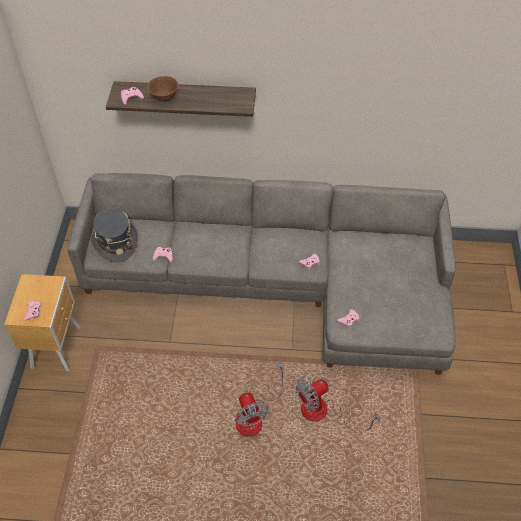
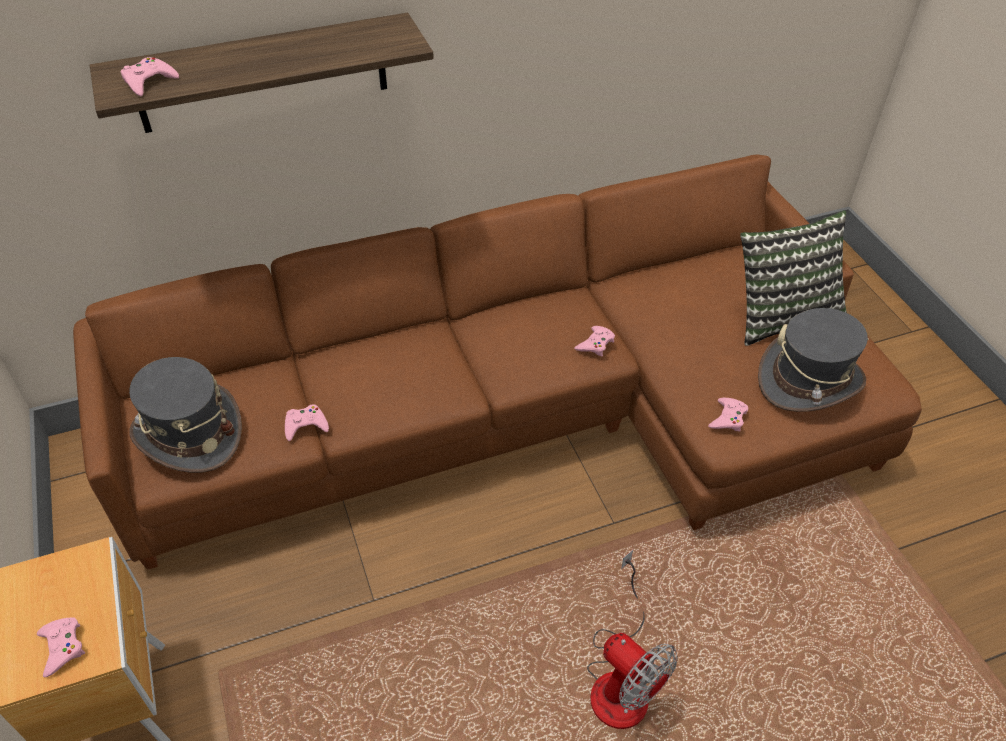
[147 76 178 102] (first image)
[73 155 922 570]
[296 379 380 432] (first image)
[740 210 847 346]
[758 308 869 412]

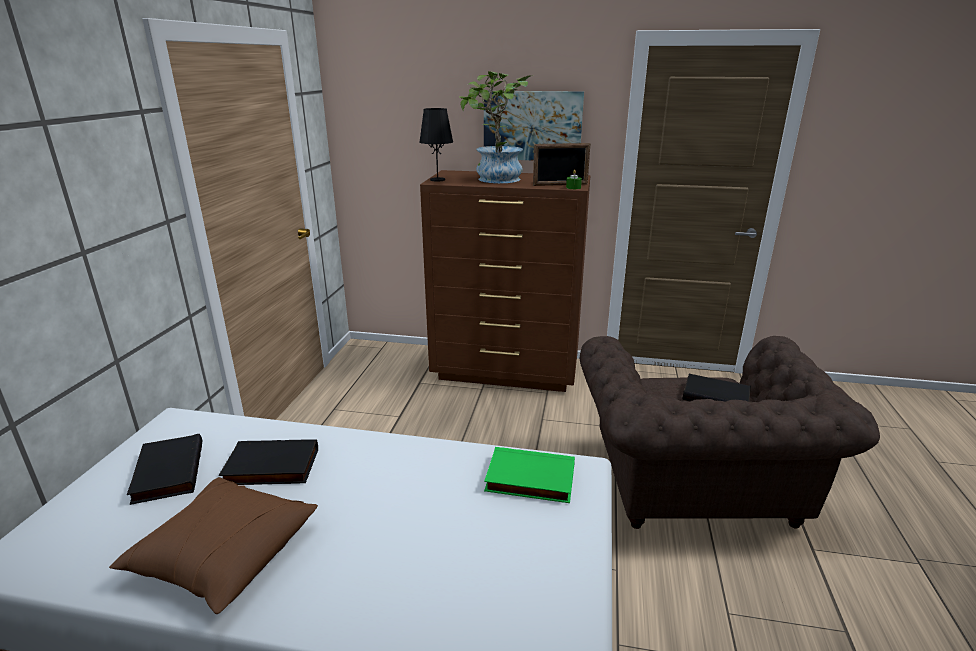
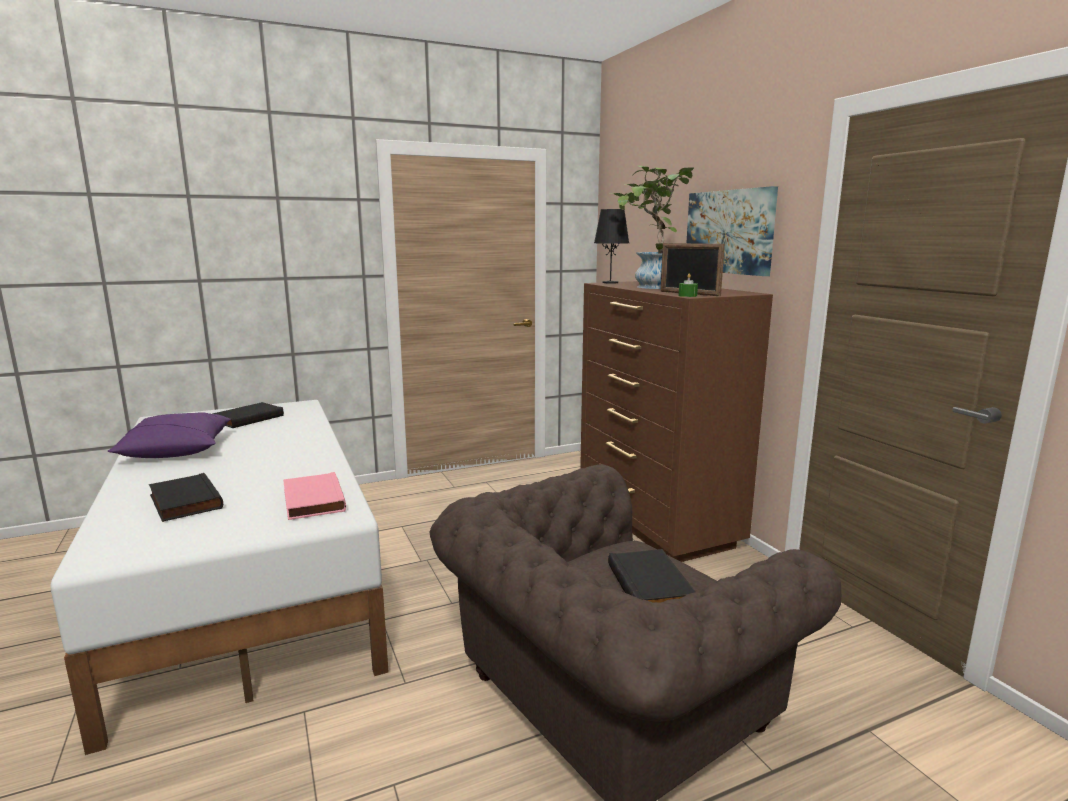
[149 473 223 522]
[283 472 346 520]
[108 413 231 458]

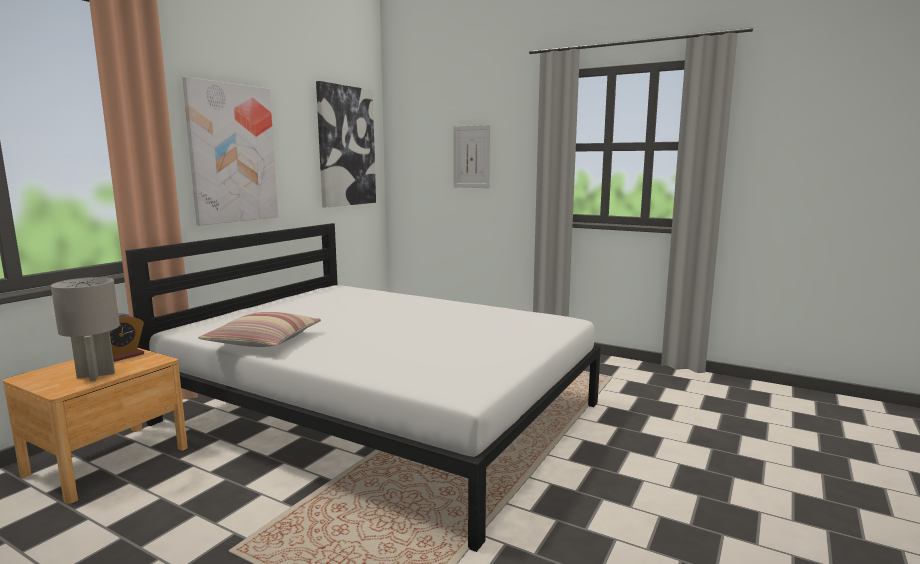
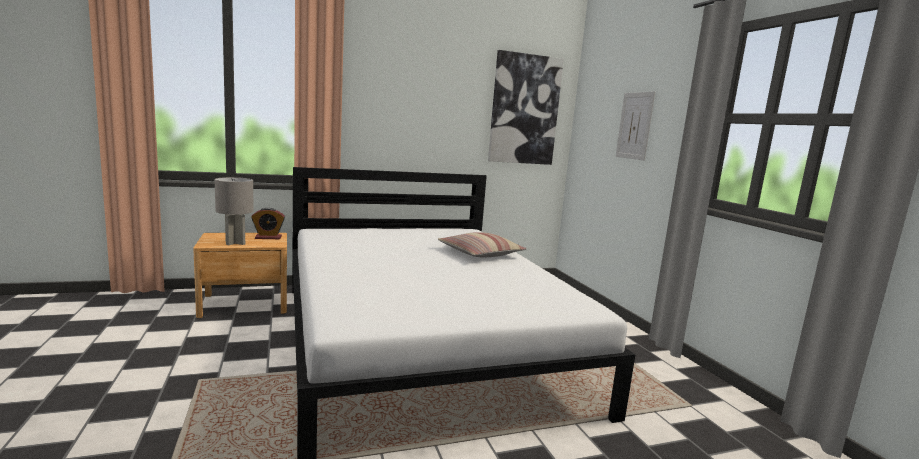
[182 77 278 225] (first image)
[438 232 526 258]

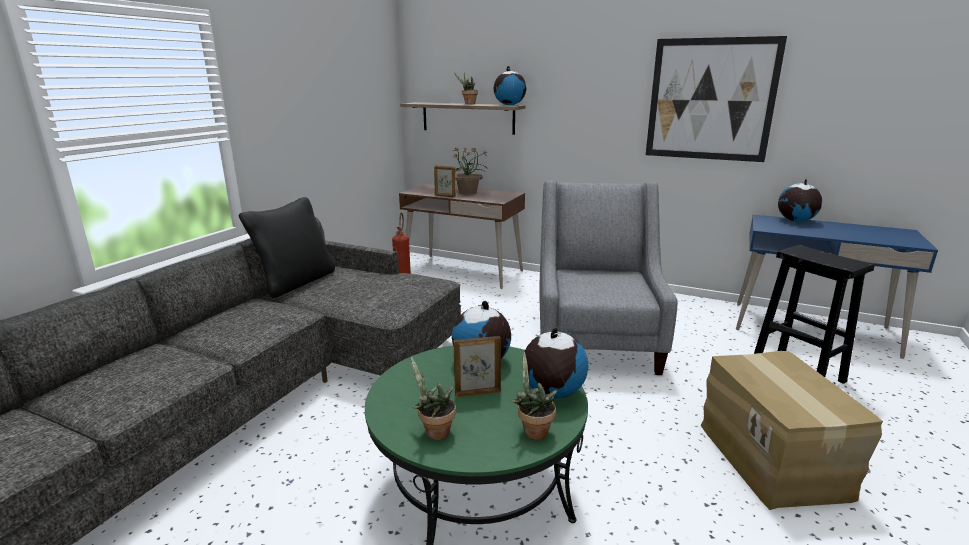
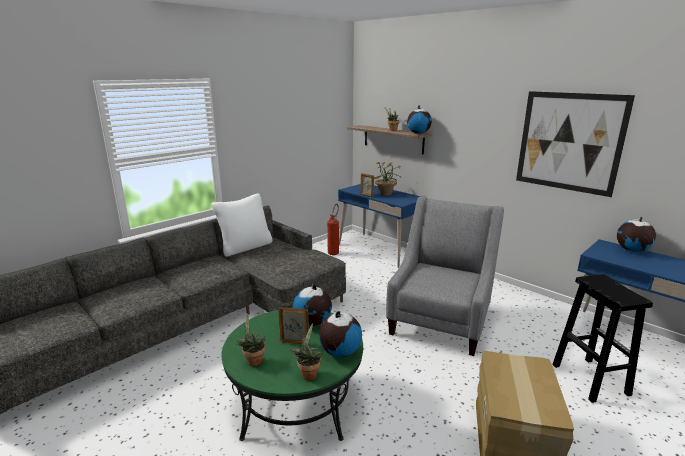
[338 184 428 268]
[211 194 272 257]

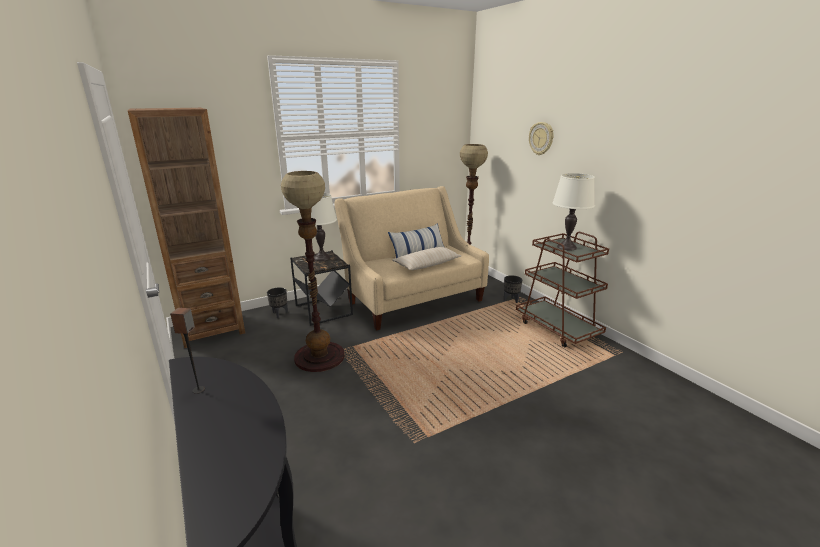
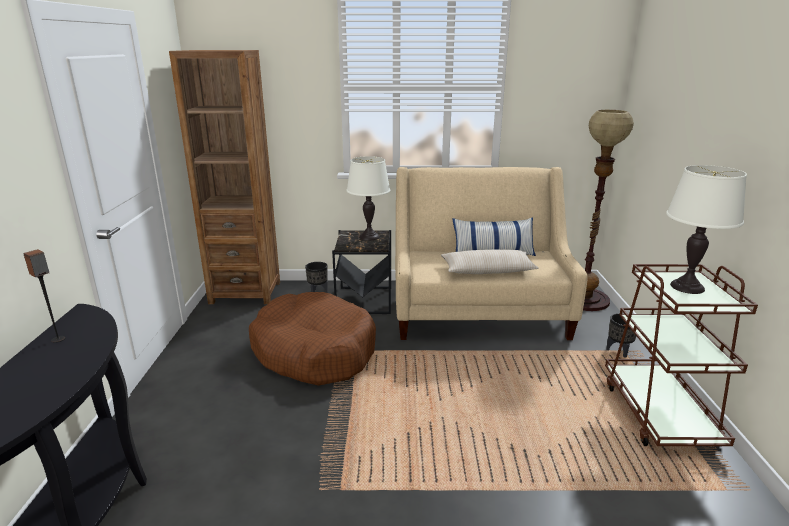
[529 122 554 155] (first image)
[249 292 376 386]

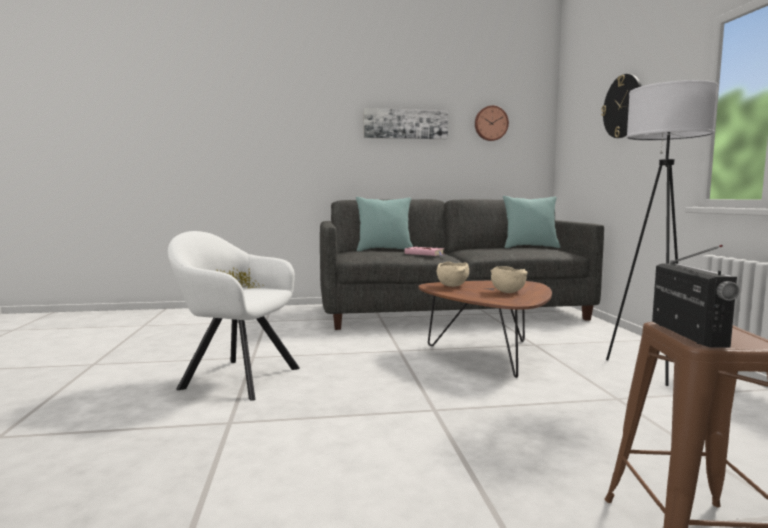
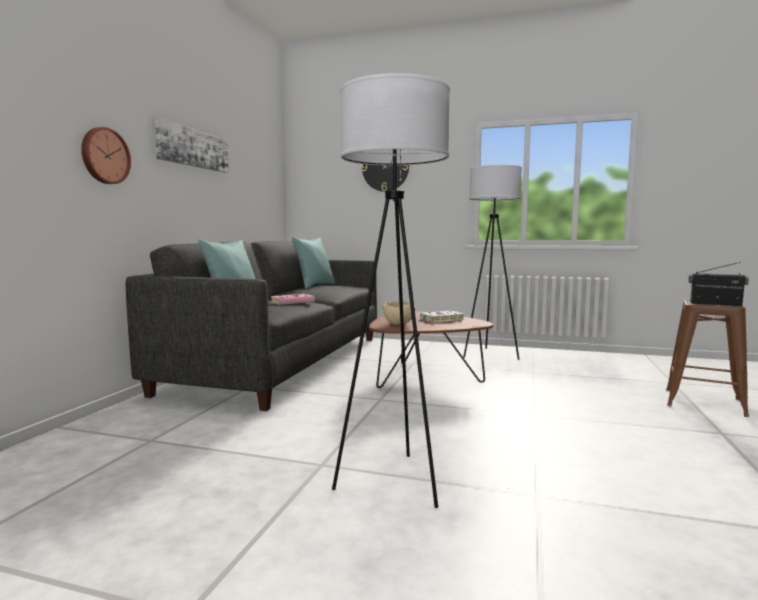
[81 127 131 184]
[332 73 450 508]
[419 311 464 323]

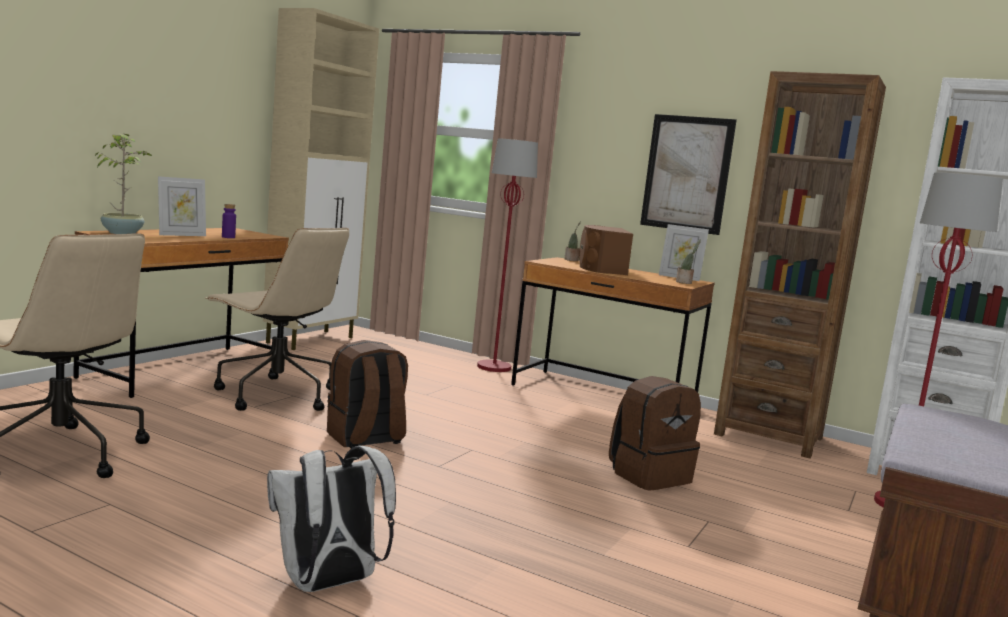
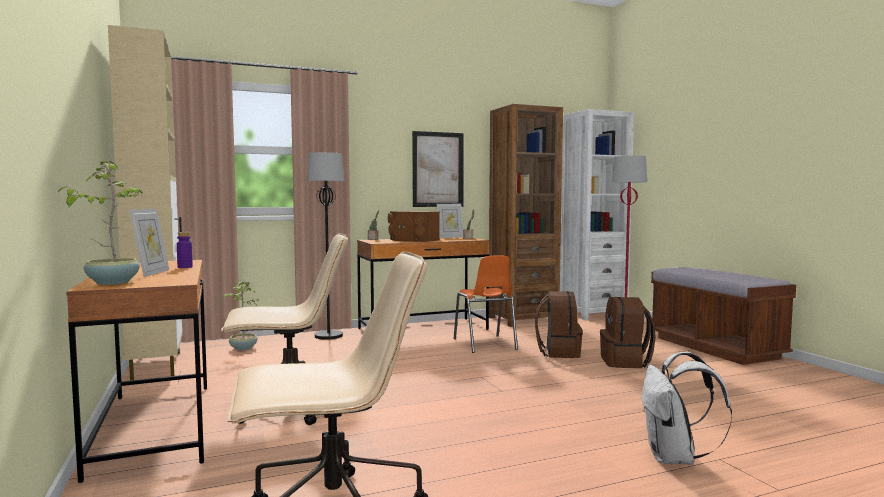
[307 152 344 340]
[600 297 656 368]
[454 255 518 353]
[222 282 259 351]

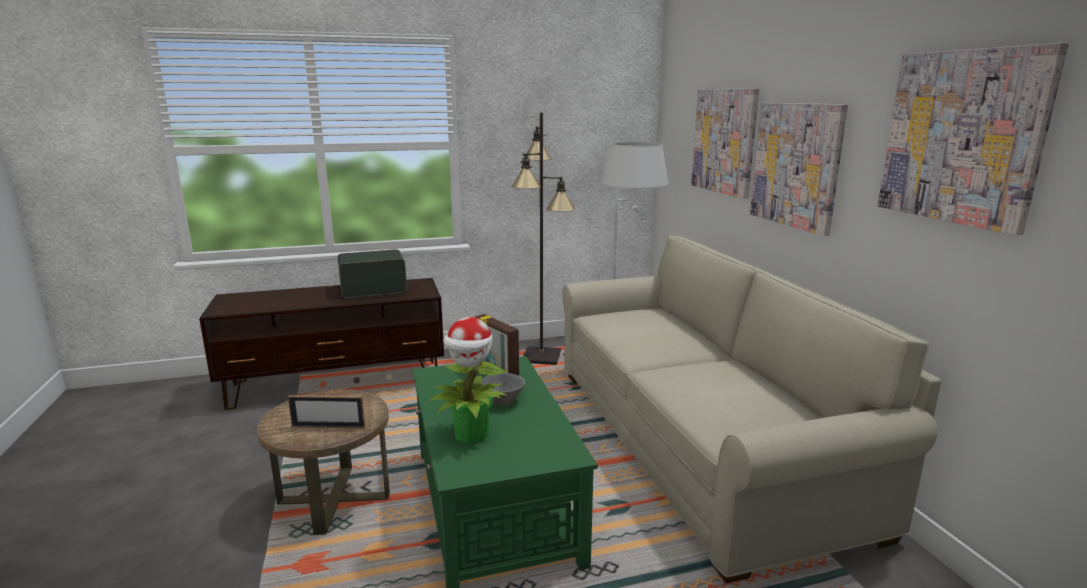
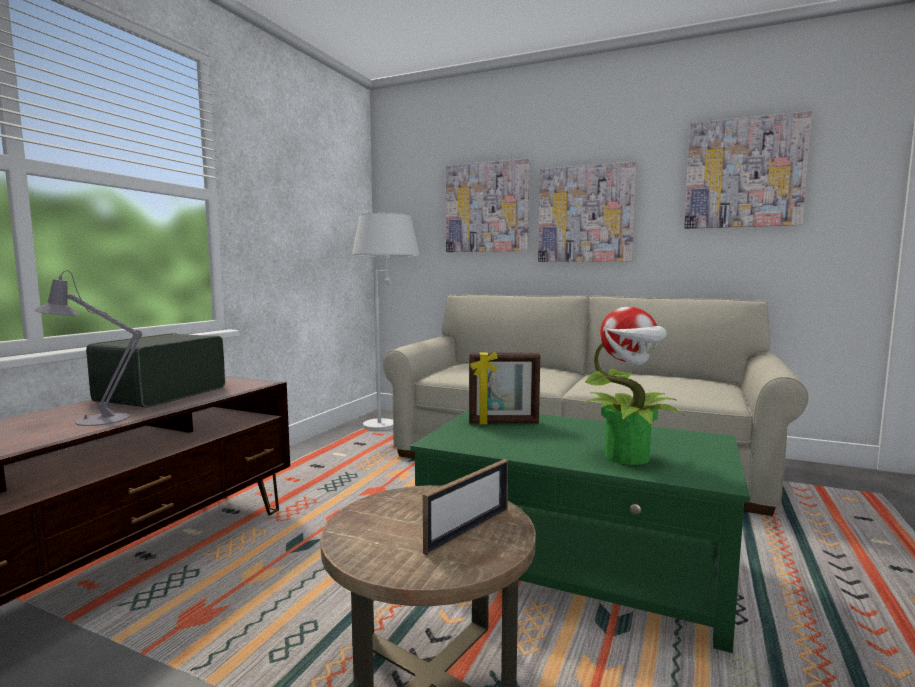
[511 112 575 365] (first image)
[482 373 525 406] (first image)
[34 270 142 426]

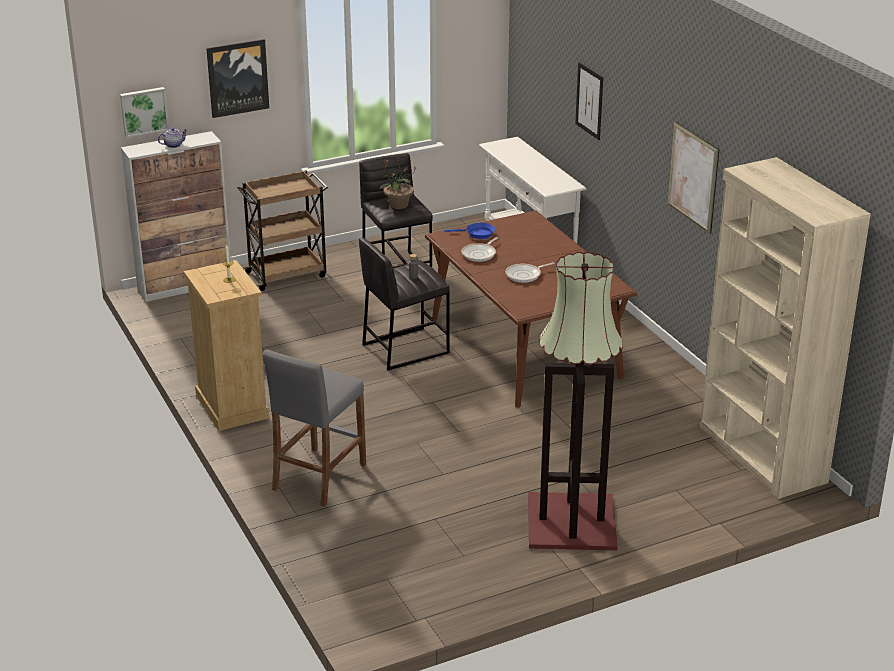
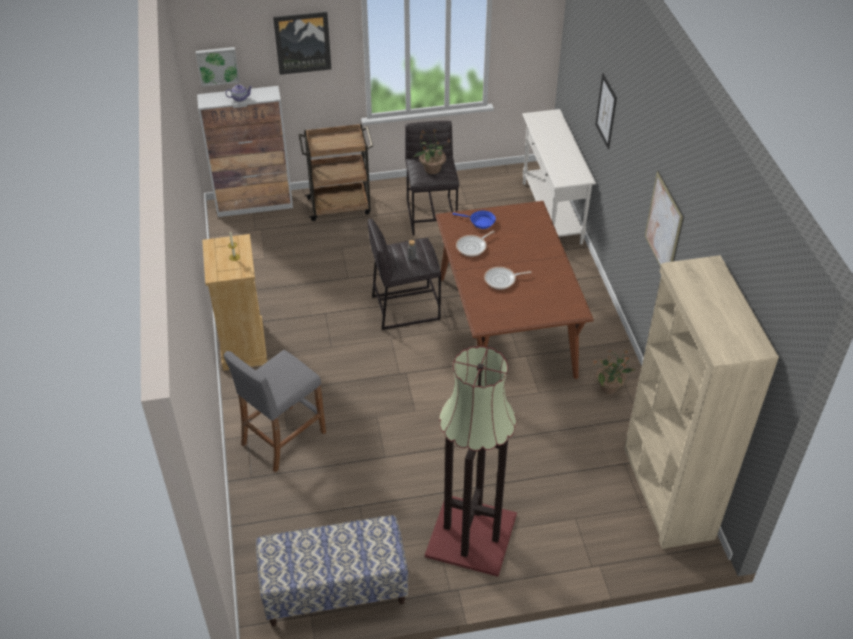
[593 350 635 394]
[256 515 408 626]

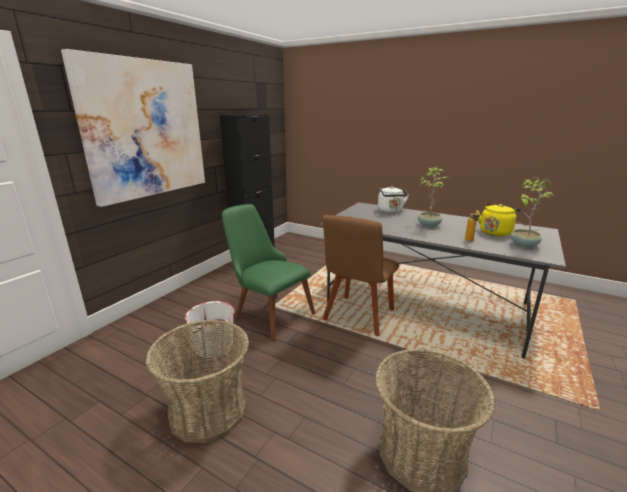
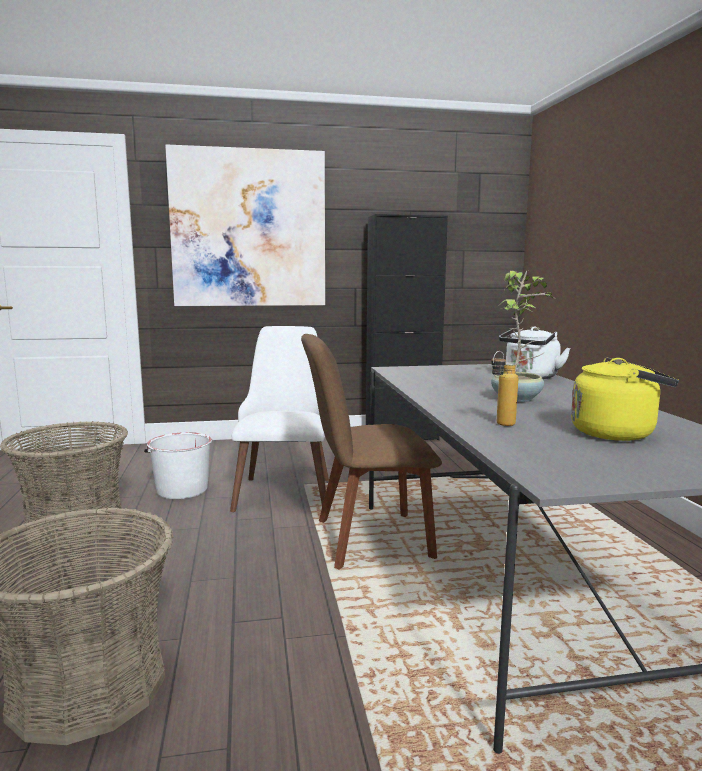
[511 177 554 248] (first image)
[230 326 329 512]

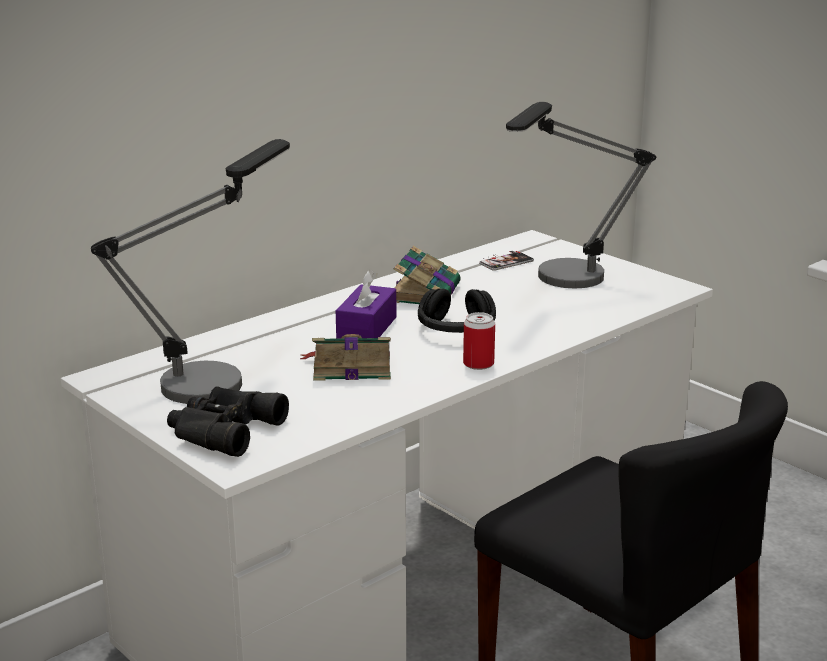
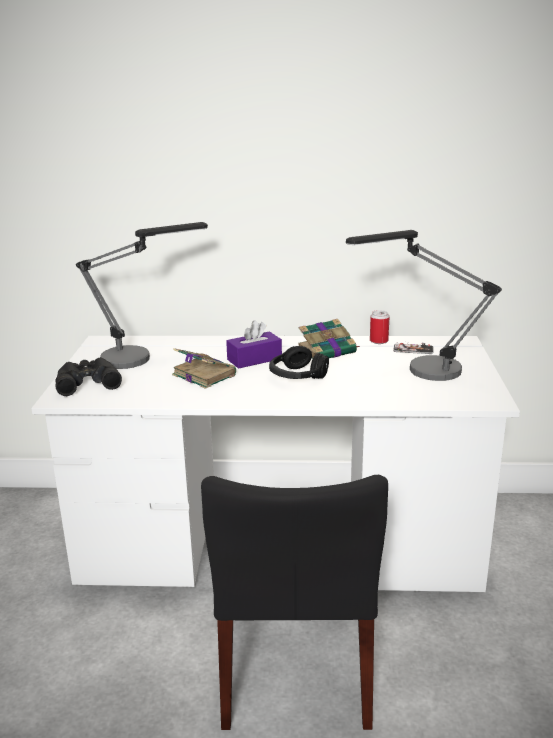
[370 310 390 344]

